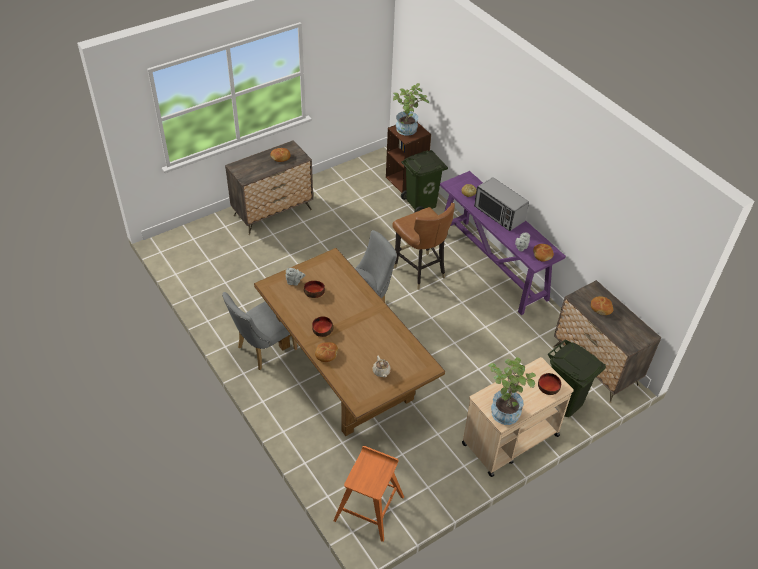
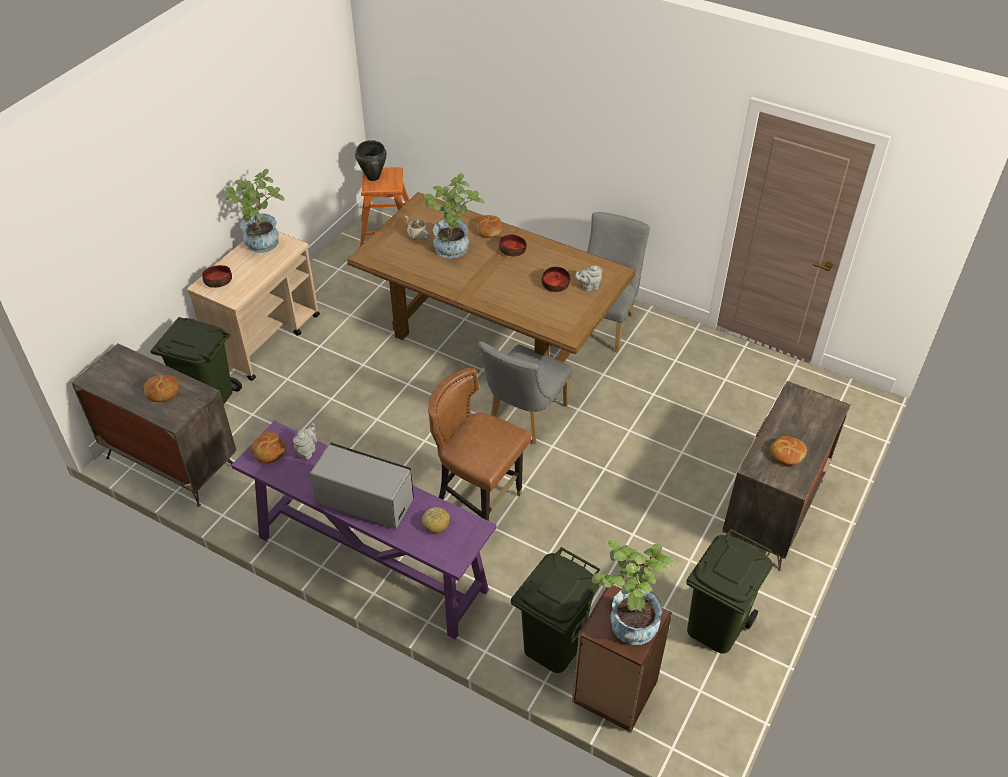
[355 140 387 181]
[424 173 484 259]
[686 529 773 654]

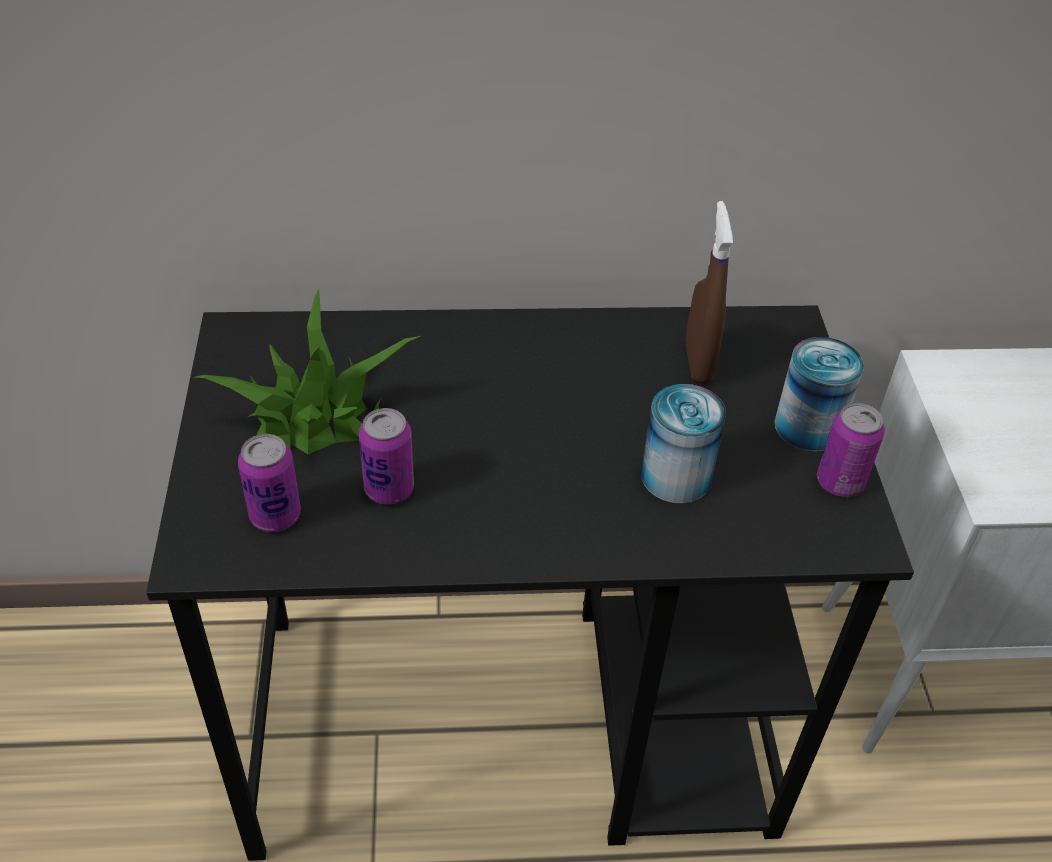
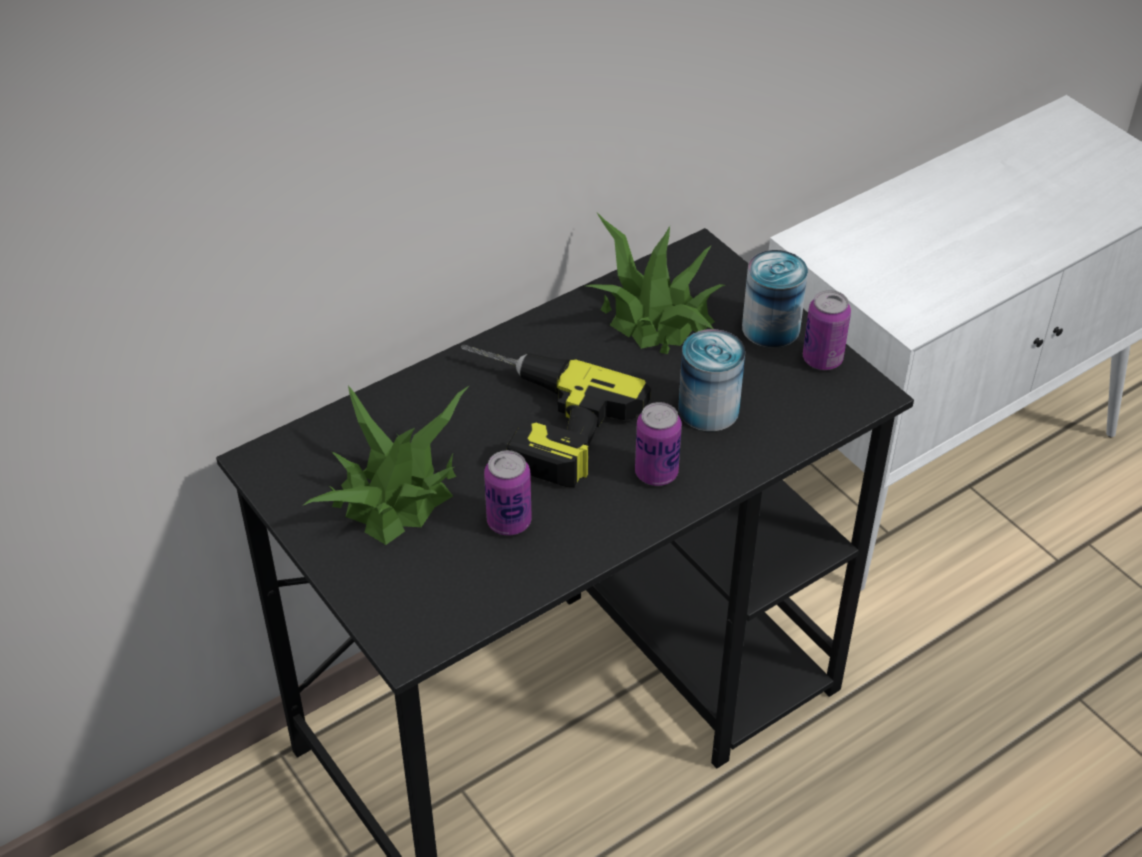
[586 213 725 354]
[635 402 682 486]
[461 344 651 487]

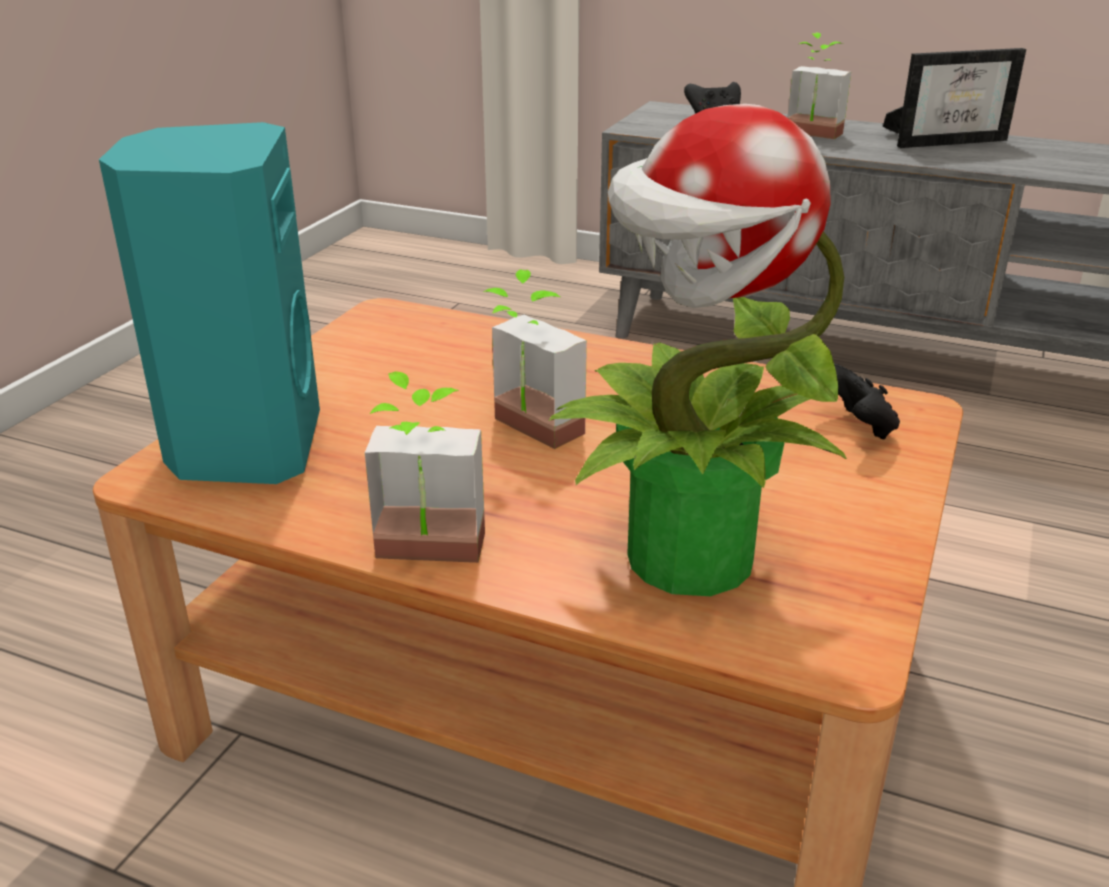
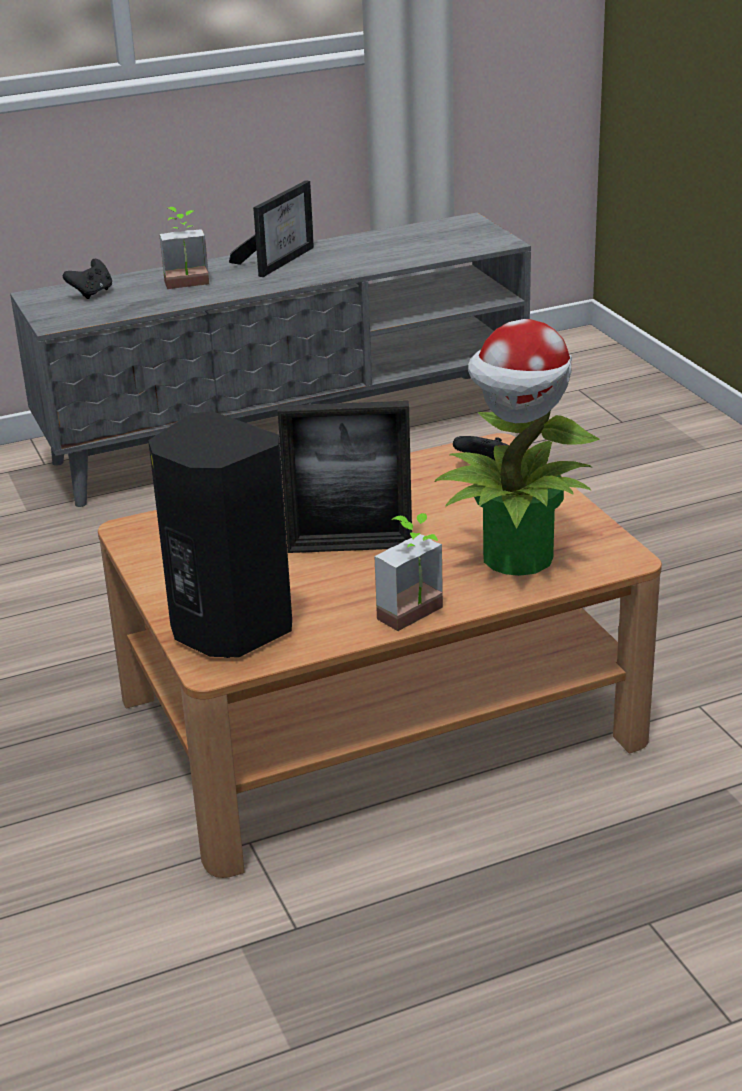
[148 411 292 658]
[278 401 412 553]

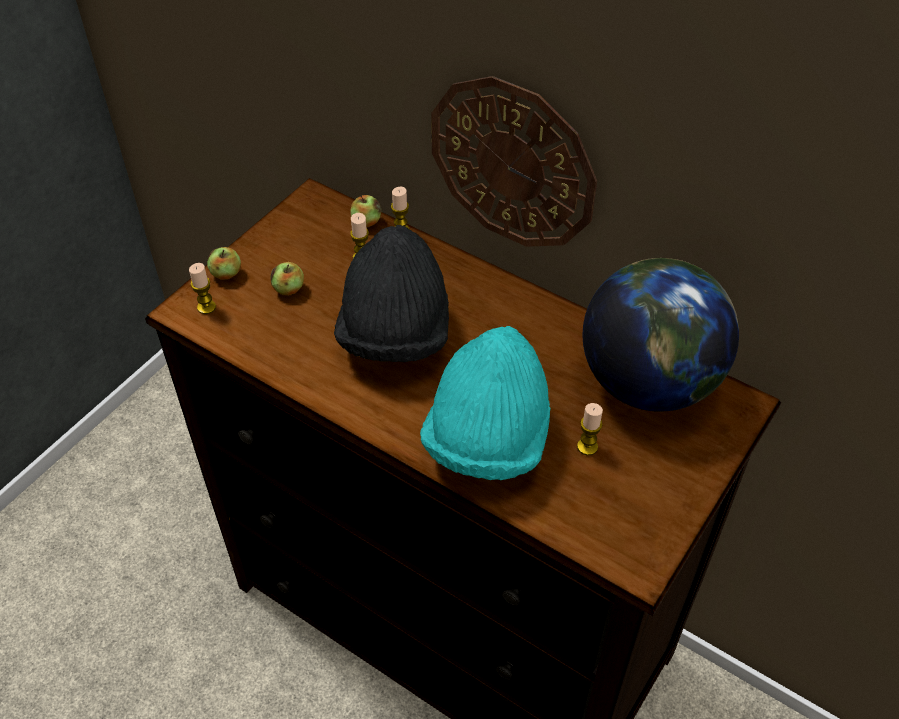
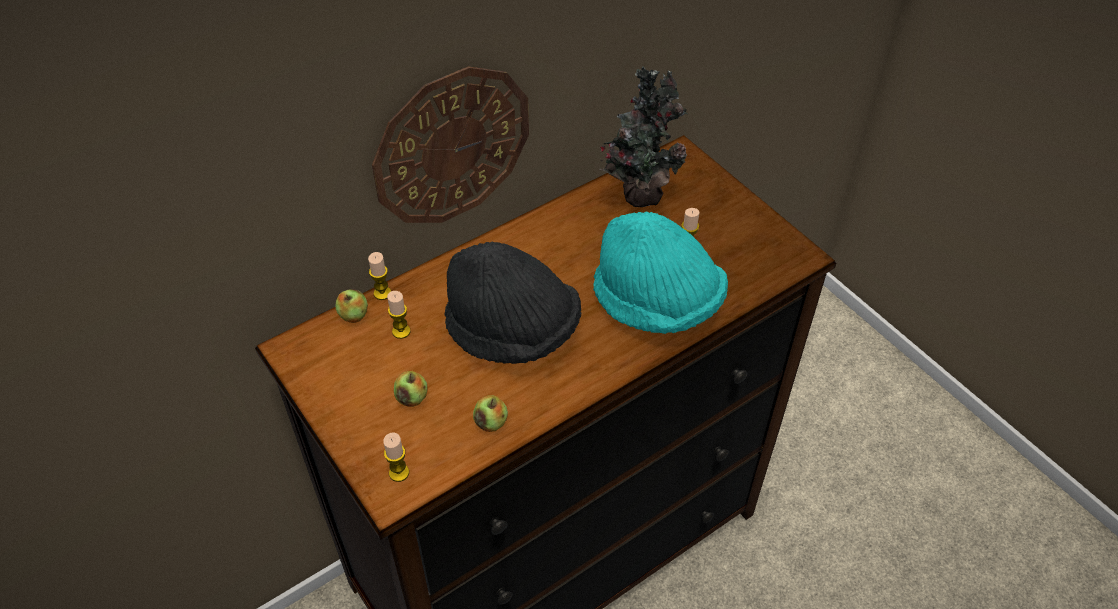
[473 395 508 432]
[600 66 689 207]

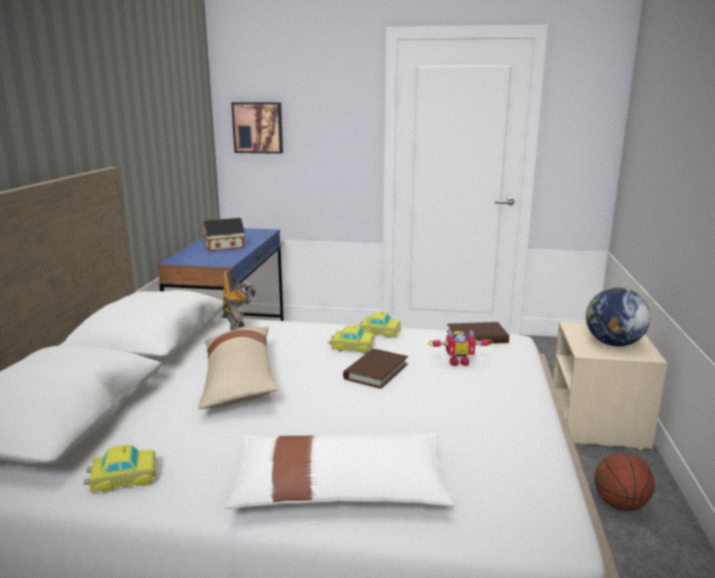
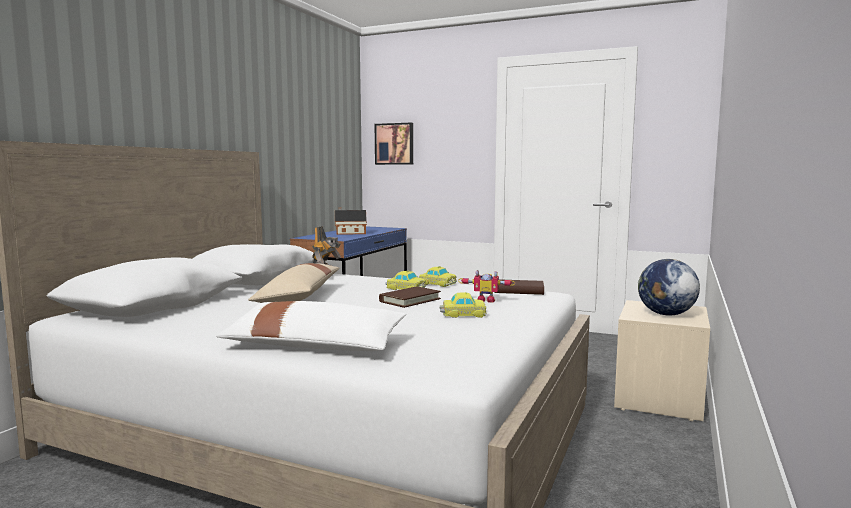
[439 292 487 318]
[595 453 655 510] (first image)

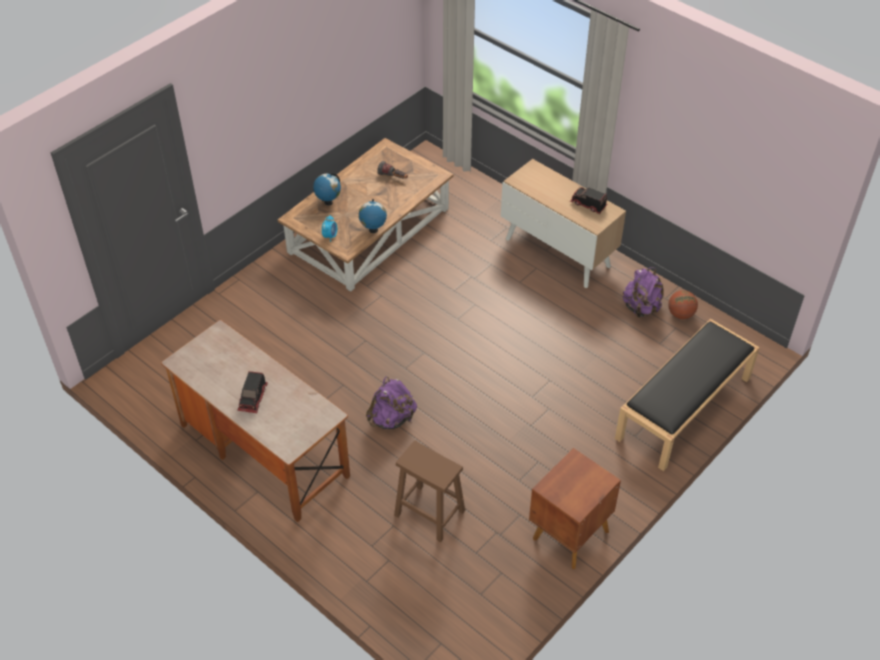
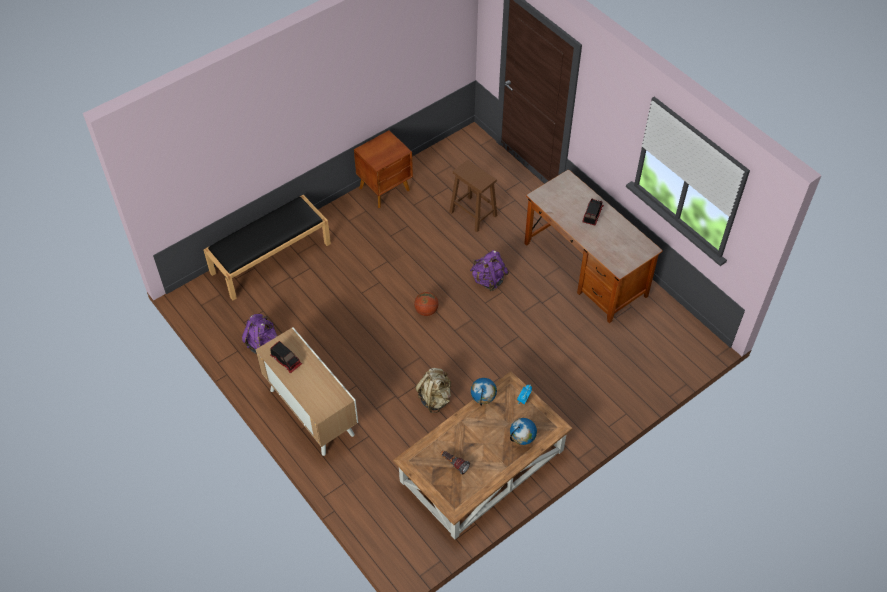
[414 292 438 316]
[415 368 451 413]

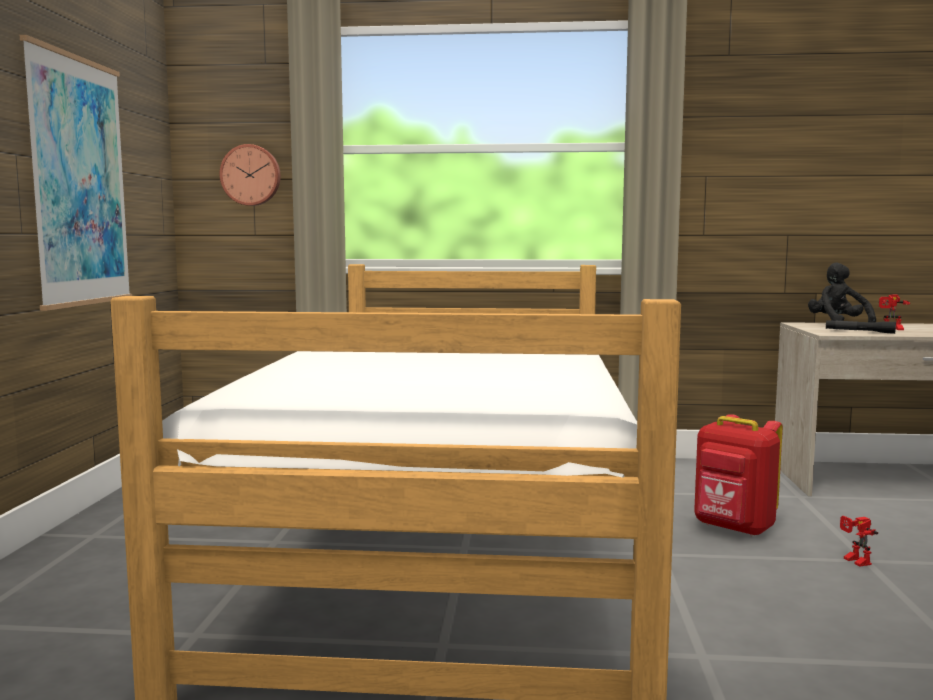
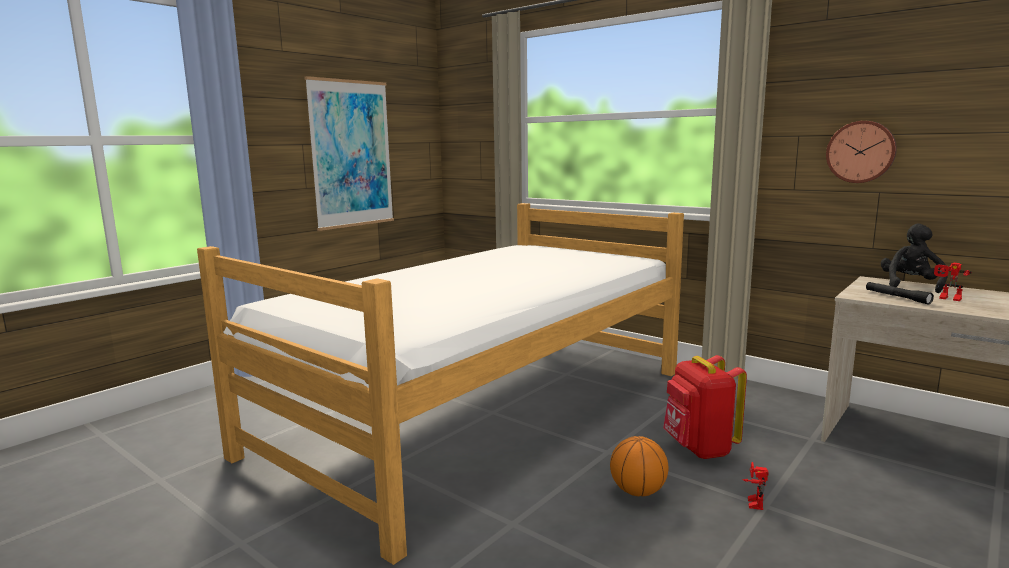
[826 121 897 183]
[610 436 668 496]

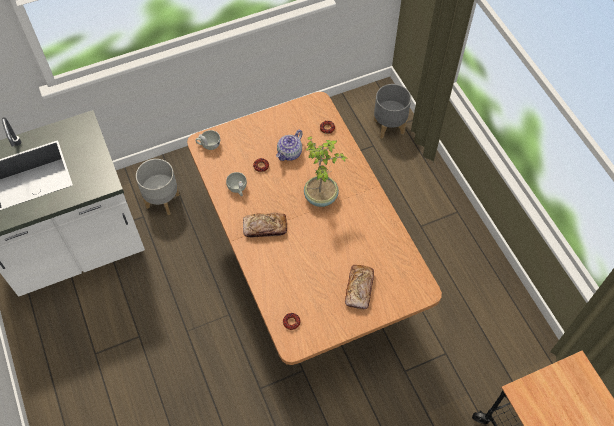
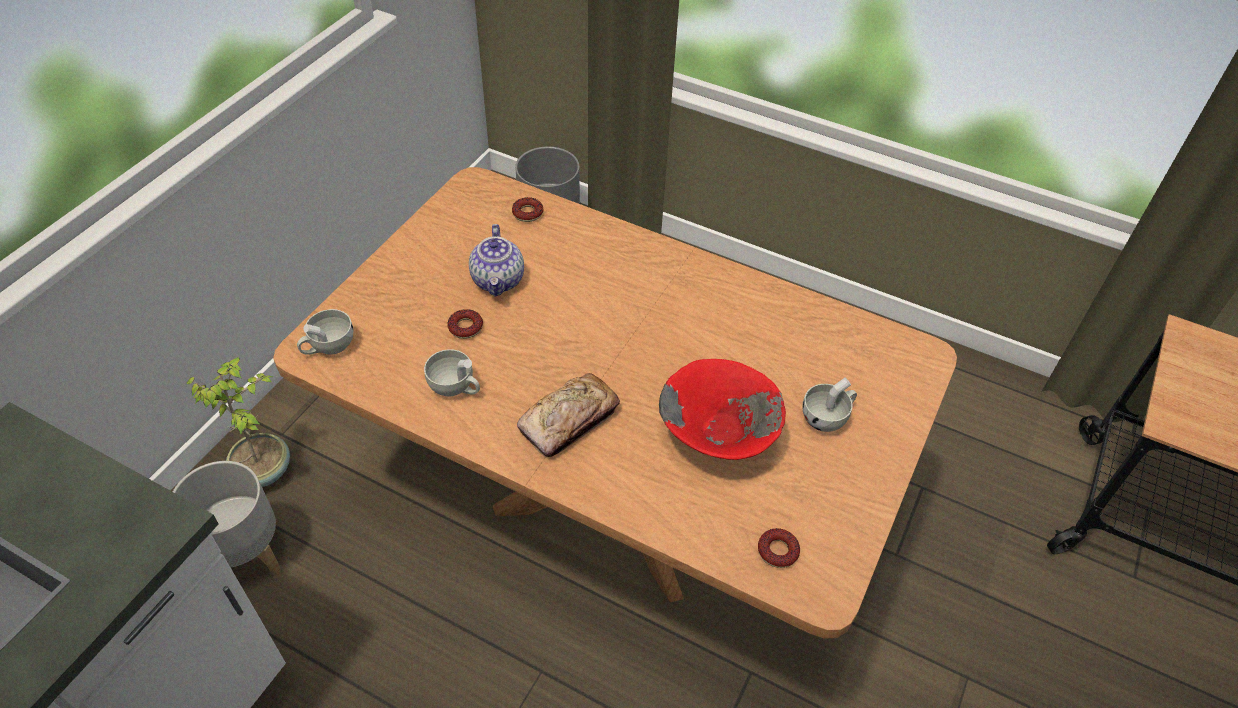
[187 357 290 487]
[802 378 857 432]
[659 359 786 460]

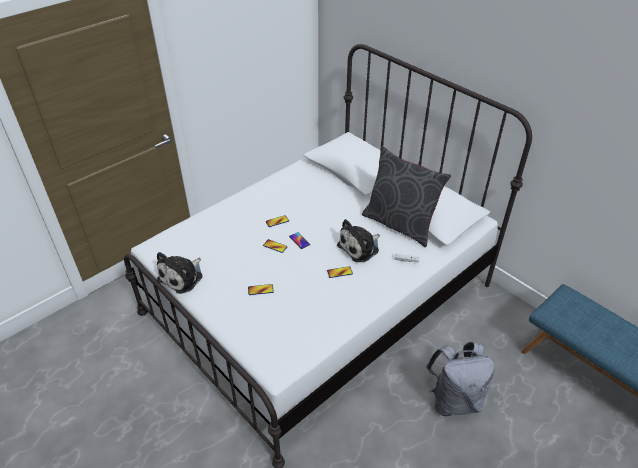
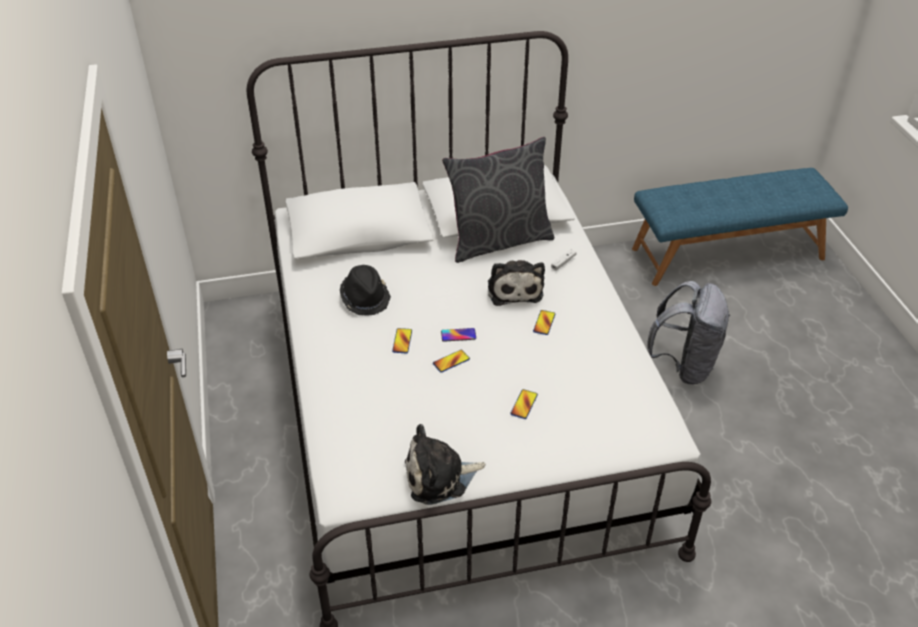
[405 424 485 505]
[340 265 391 316]

